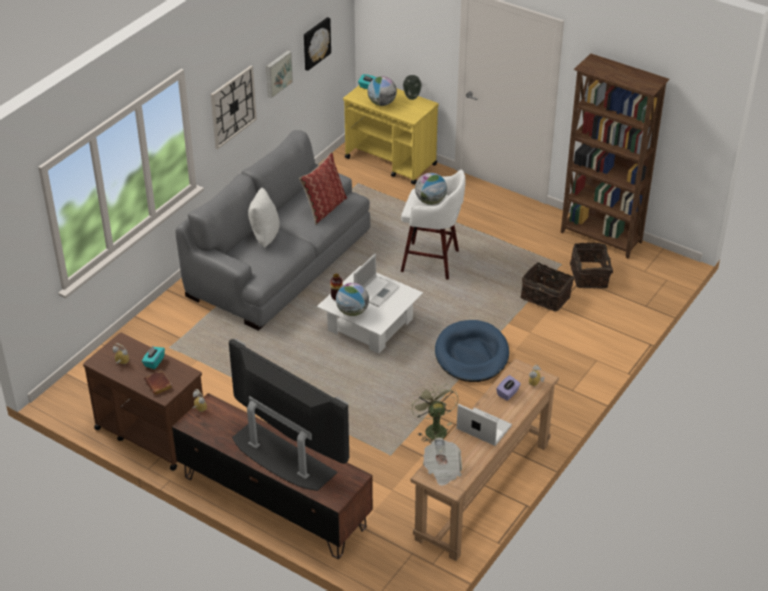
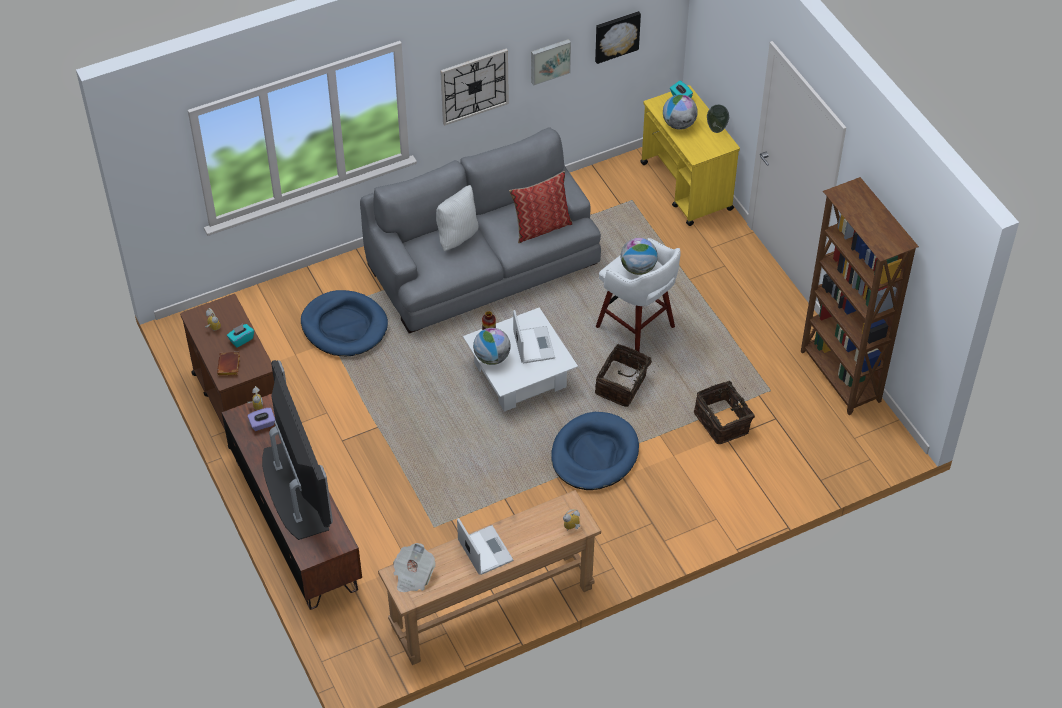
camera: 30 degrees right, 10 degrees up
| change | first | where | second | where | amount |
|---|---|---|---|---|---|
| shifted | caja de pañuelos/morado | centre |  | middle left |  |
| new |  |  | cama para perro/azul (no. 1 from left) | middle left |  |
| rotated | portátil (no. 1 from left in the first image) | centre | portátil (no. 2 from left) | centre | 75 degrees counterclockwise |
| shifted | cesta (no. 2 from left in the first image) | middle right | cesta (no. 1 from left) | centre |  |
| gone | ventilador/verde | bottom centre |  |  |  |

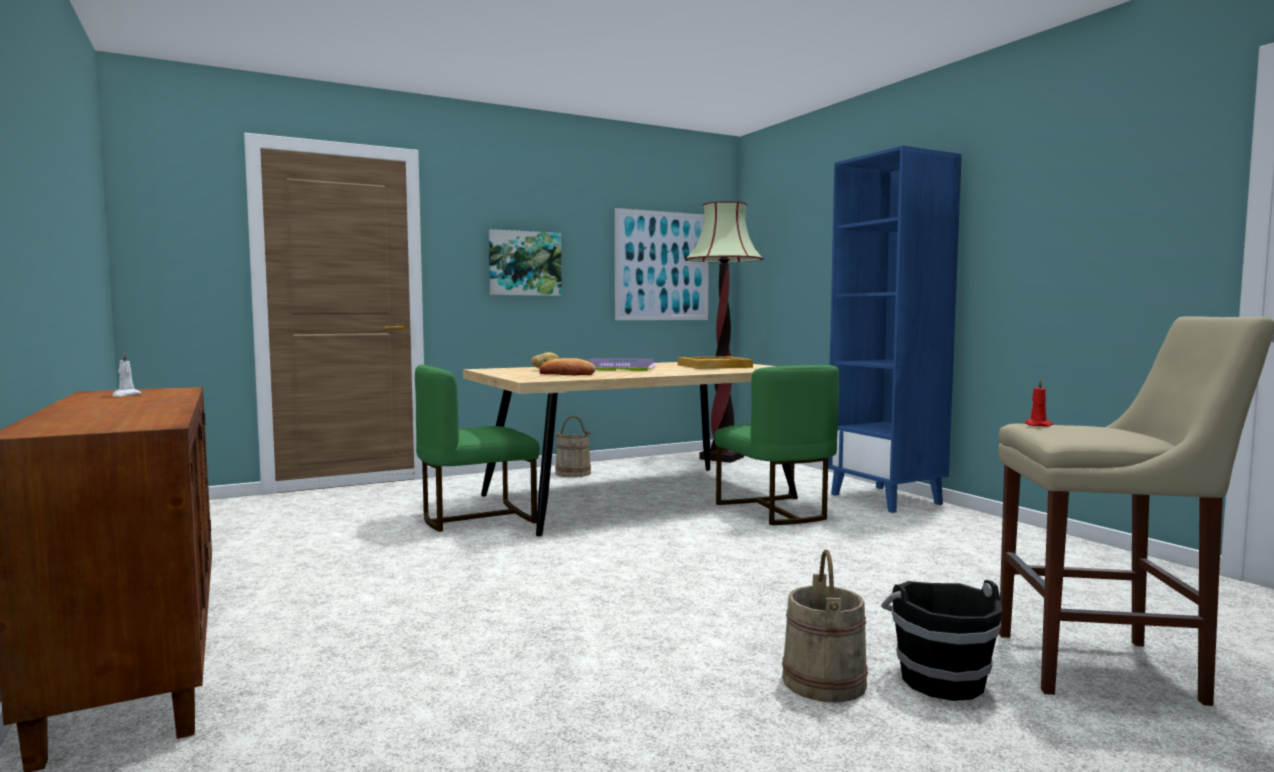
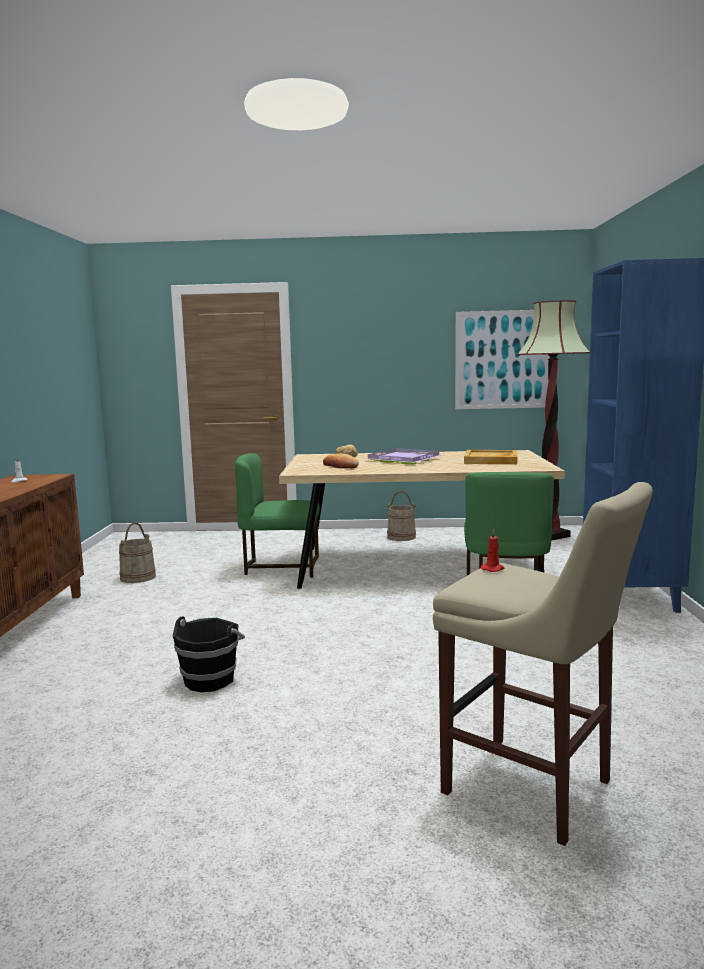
camera: 30 degrees right, 5 degrees up
| change | first | where | second | where | amount |
|---|---|---|---|---|---|
| shifted | cubo/beis (no. 2 from left in the first image) | bottom centre | cubo/beis (no. 1 from left) | middle left |  |
| shifted | cubo/negro | bottom right |  | bottom left |  |
| gone | cuadro (no. 1 from left) | centre |  |  |  |

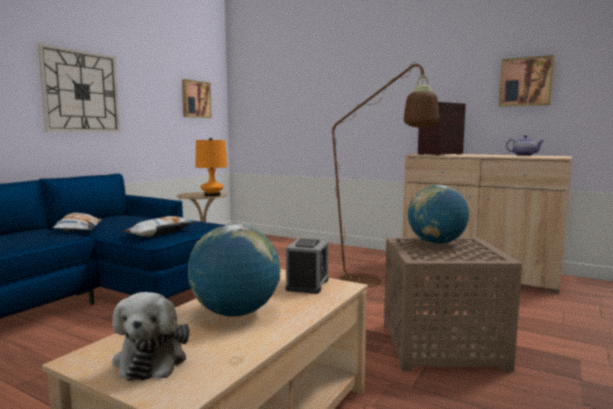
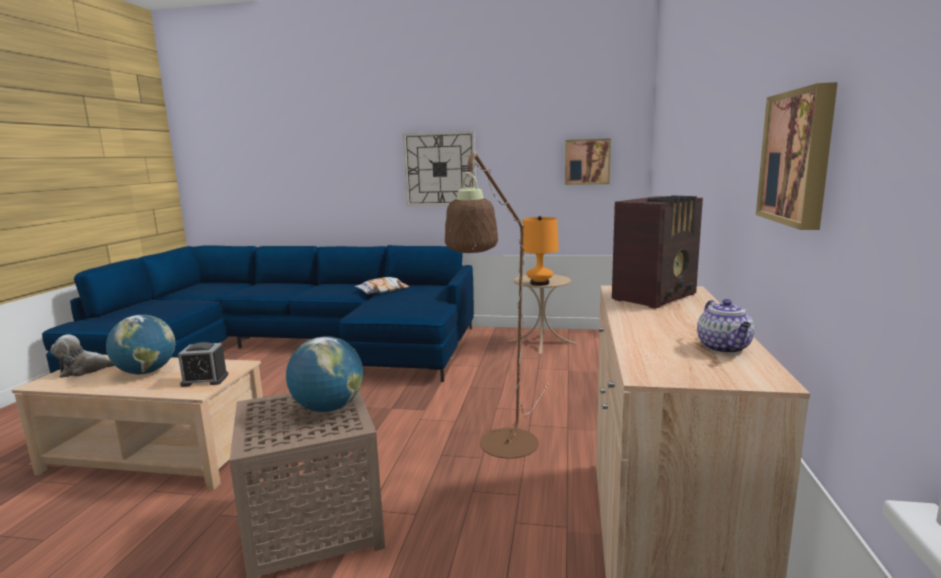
camera: 70 degrees right, 5 degrees up
| change | first | where | second | where | amount |
|---|---|---|---|---|---|
| rotated | radio | top right |  | middle right | 105 degrees clockwise |
| gone | cojín (no. 2 from left) | middle left |  |  |  |

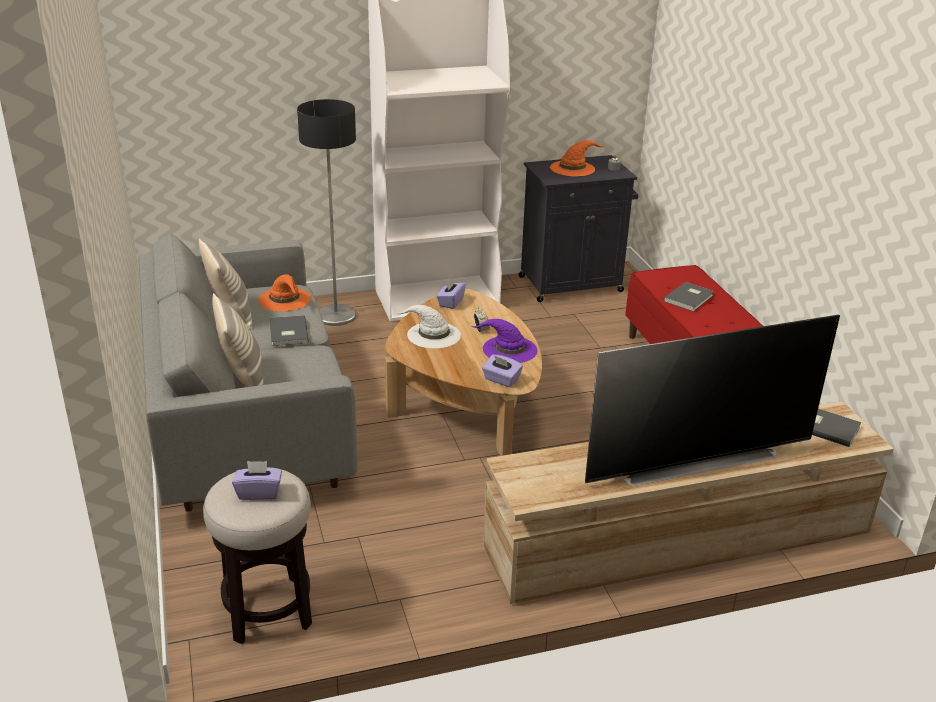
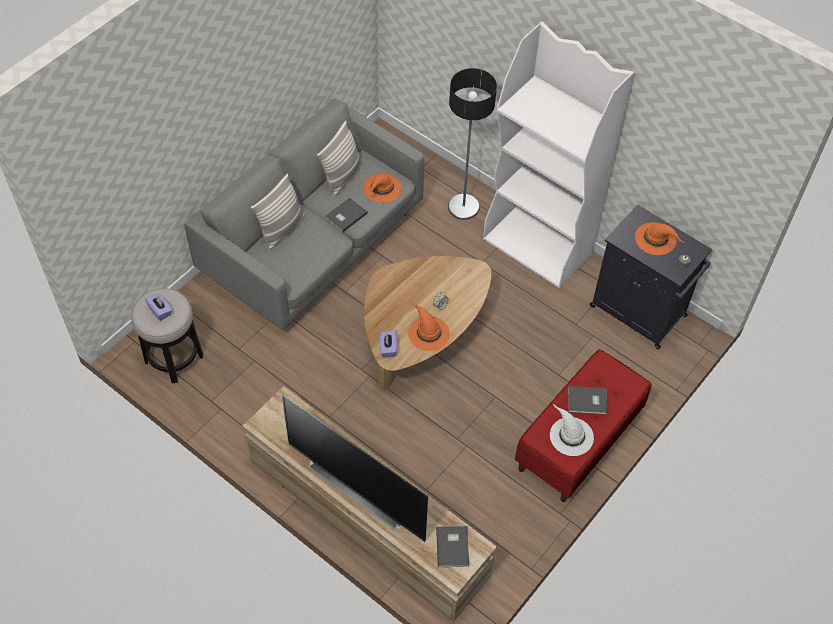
camera: 55 degrees right, 25 degrees up
| change | first | where | second | where | amount |
|---|---|---|---|---|---|
| repainted | sombrero/morado | centre | sombrero/naranja (no. 2 from left) | centre |  |
| shifted | sombrero/blanco | centre |  | bottom right |  |
| gone | caja de pañuelos/morado (no. 2 from left) | centre |  |  |  |

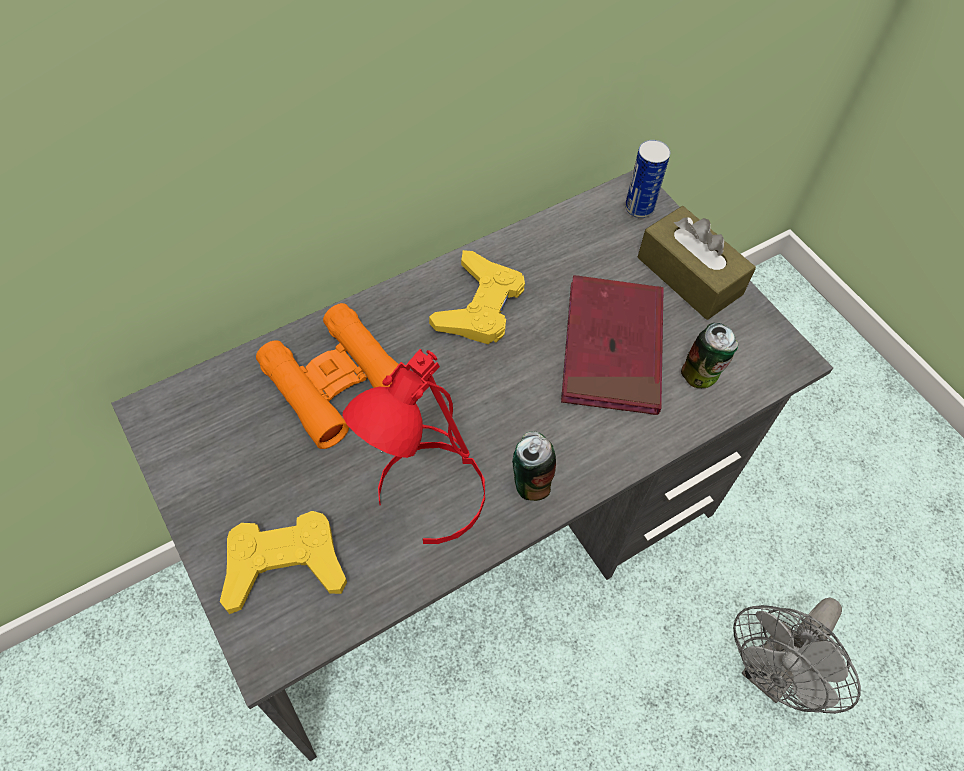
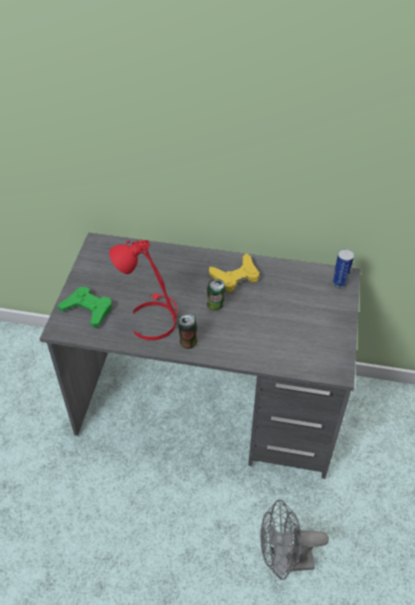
camera: 45 degrees right, 10 degrees down
| change | first | where | second | where | amount |
|---|---|---|---|---|---|
| repainted | mando de consola/amarillo (no. 1 from left) | bottom left | mando de consola/verde | middle left |  |
| shifted | lata (no. 3 from left in the first image) | middle right | lata (no. 2 from left) | centre |  |
| gone | prismáticos/naranja | centre |  |  |  |
| gone | libro/rojo | centre |  |  |  |
| gone | caja de pañuelos/marrón | middle right |  |  |  |

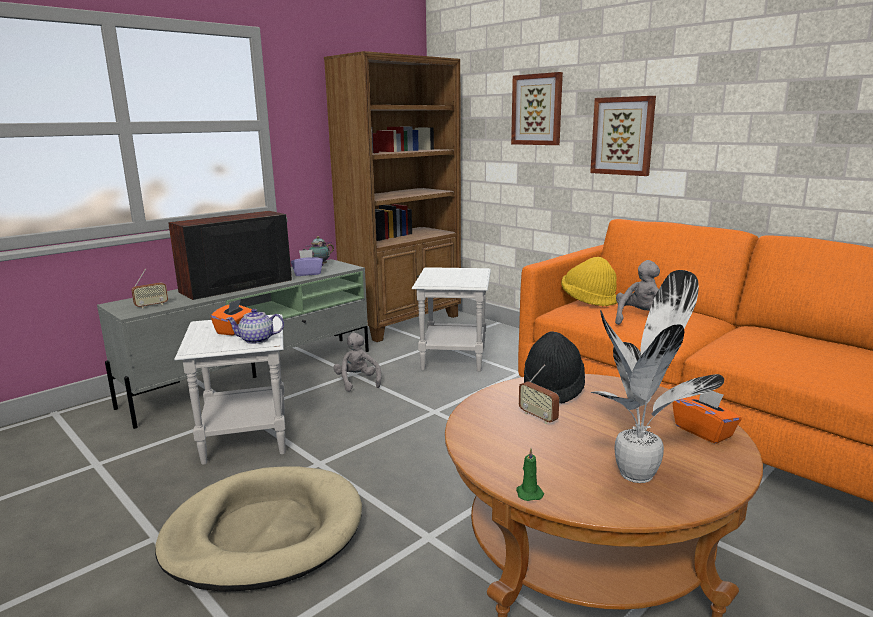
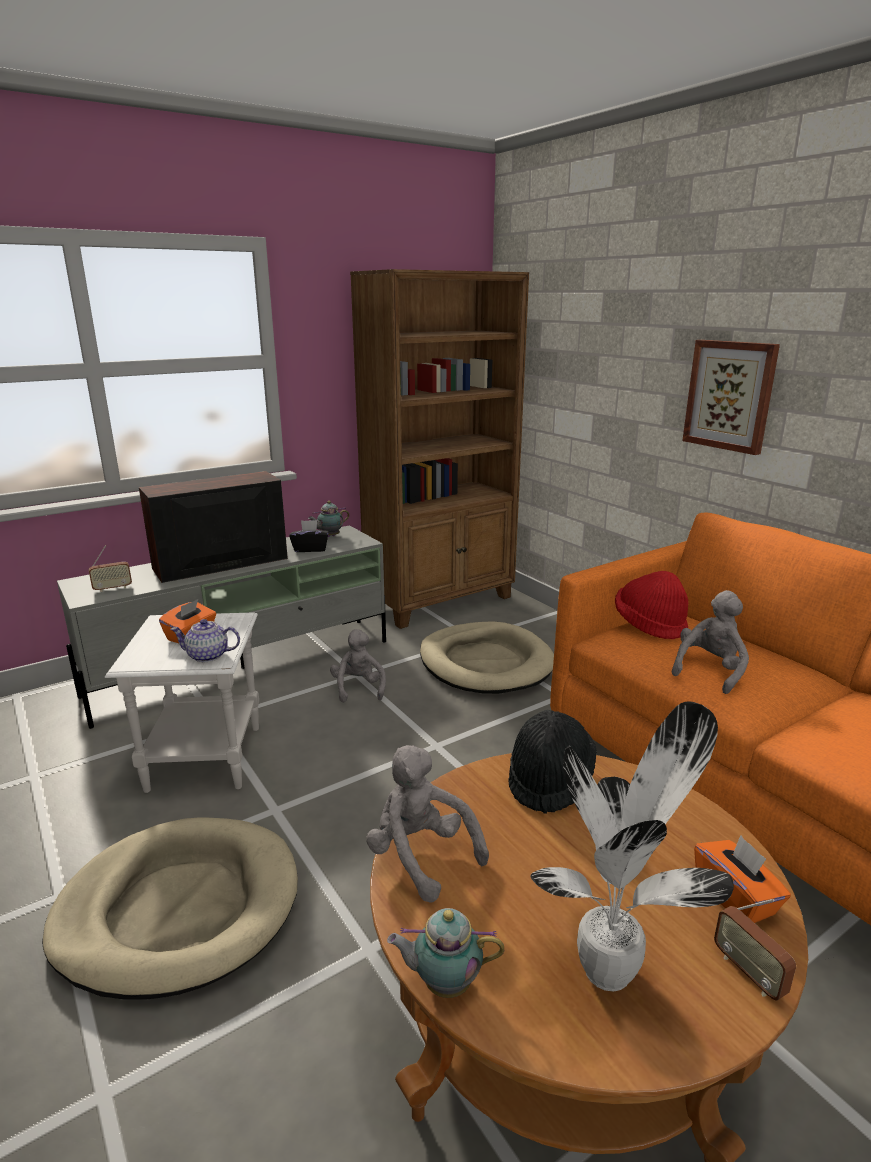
camera: 10 degrees right, 5 degrees up
| change | first | where | second | where | amount |
|---|---|---|---|---|---|
| repainted | caja de pañuelos/morado | centre | caja de pañuelos/negro | centre |  |
| new |  |  | peluche/gris (no. 2 from left) | bottom centre |  |
| swapped | vela/verde | bottom centre | tetera (no. 3 from left) | bottom centre |  |
| swapped | mesa auxiliar/blanco (no. 2 from left) | centre | cama para perro/beis (no. 2 from left) | centre |  |
| repainted | sombrero/amarillo | middle right | sombrero/rojo | middle right |  |
| shifted | radio (no. 2 from left) | centre |  | bottom right |  |
| gone | cuadro (no. 1 from left) | top centre |  |  |  |

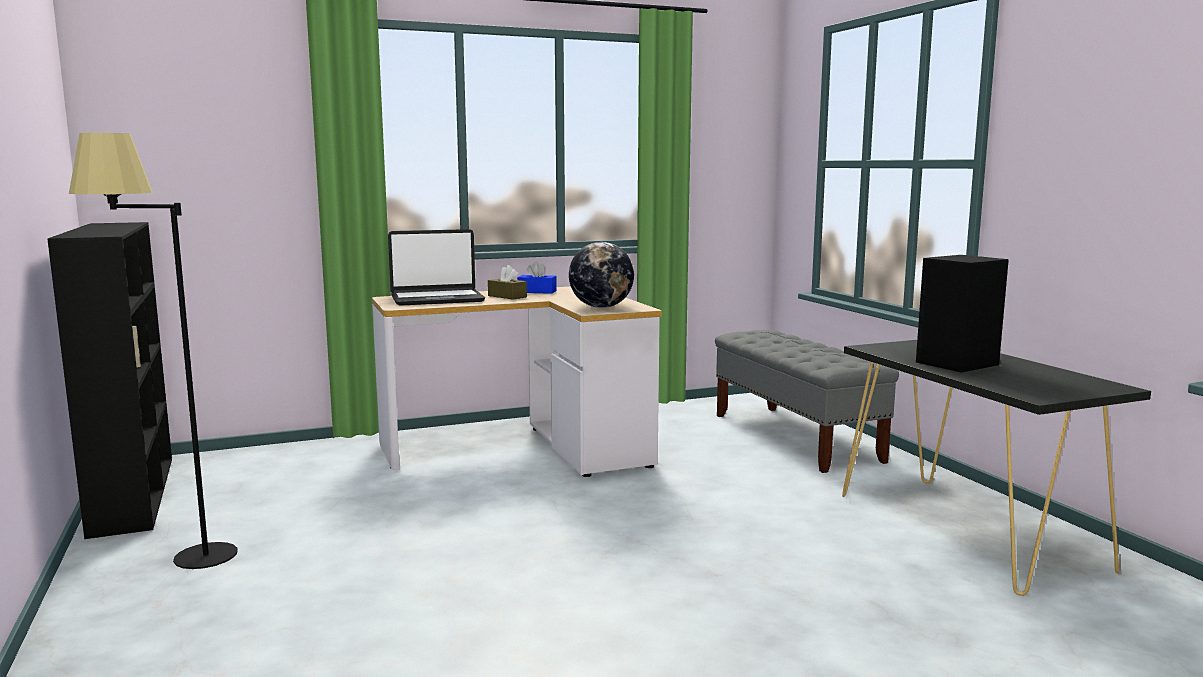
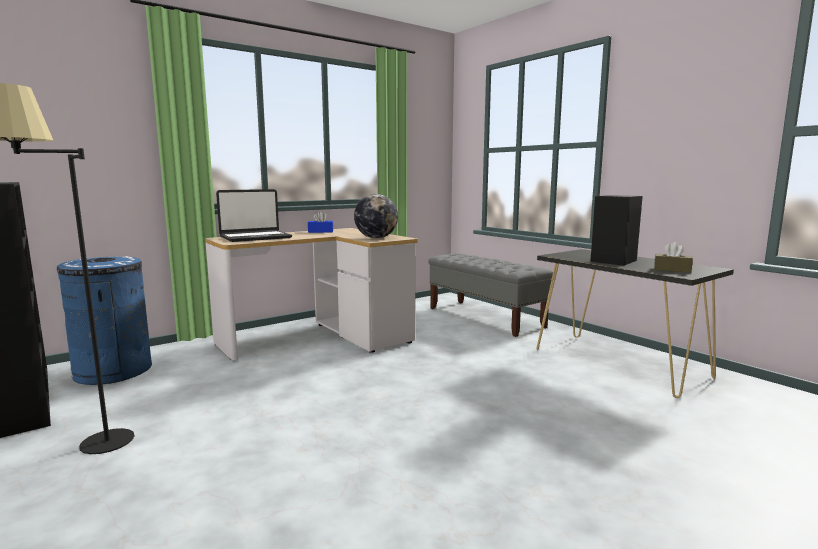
camera: 15 degrees left, 0 degrees up
| change | first | where | second | where | amount |
|---|---|---|---|---|---|
| new |  |  | papelera/azul | middle left |  |
| shifted | caja de pañuelos/marrón | centre |  | middle right |  |

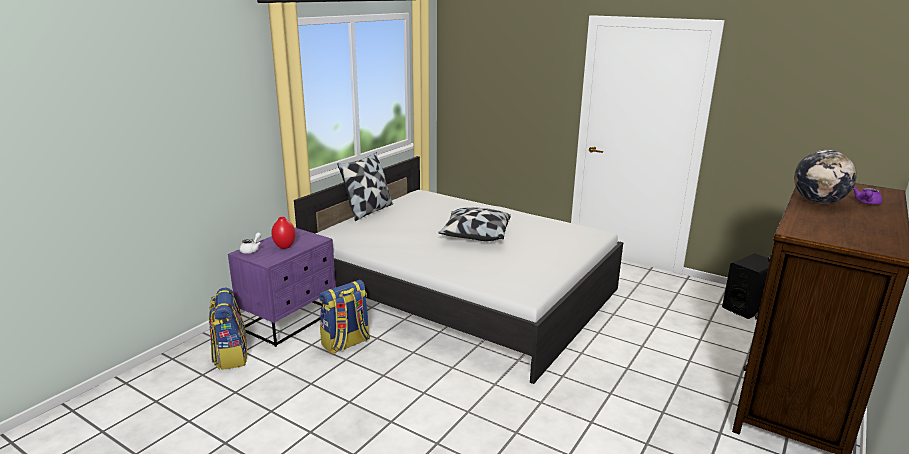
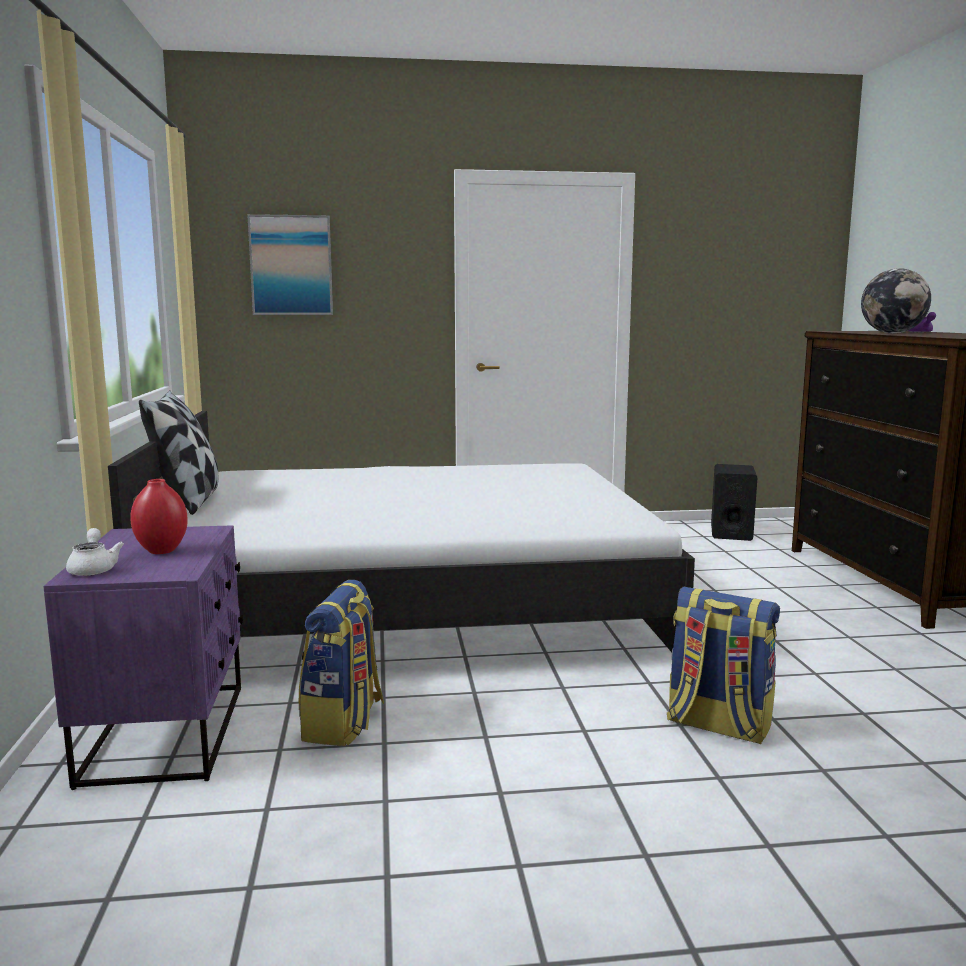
camera: 40 degrees left, 10 degrees down
| change | first | where | second | where | amount |
|---|---|---|---|---|---|
| new |  |  | cuadro | top left |  |
| shifted | mochila (no. 1 from left in the first image) | bottom left | mochila (no. 2 from left) | bottom right |  |
| gone | cojín (no. 2 from left) | centre |  |  |  |

